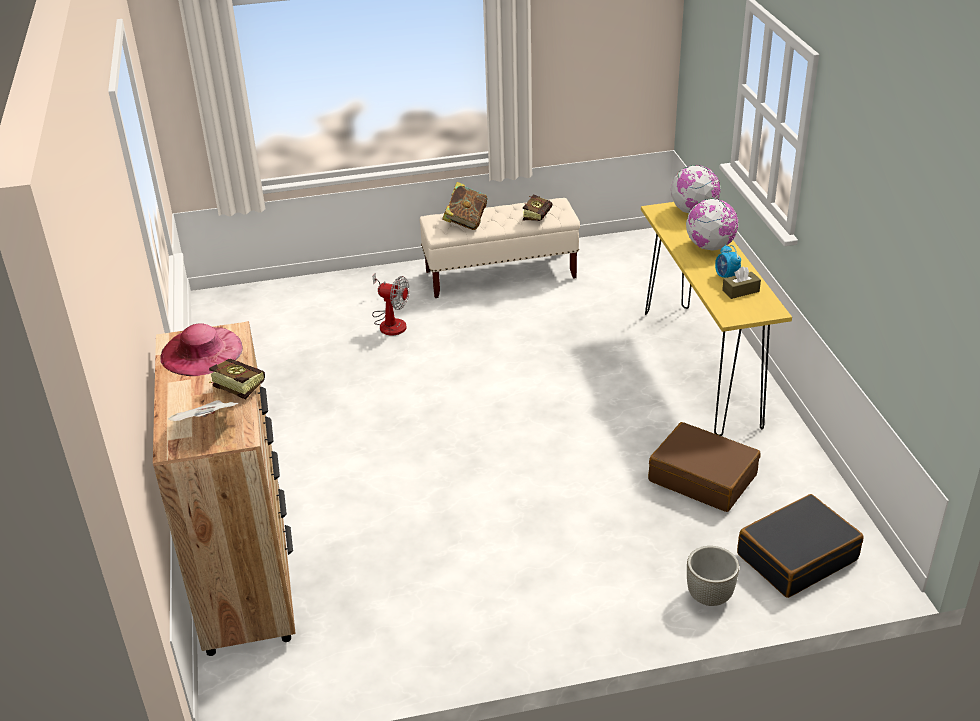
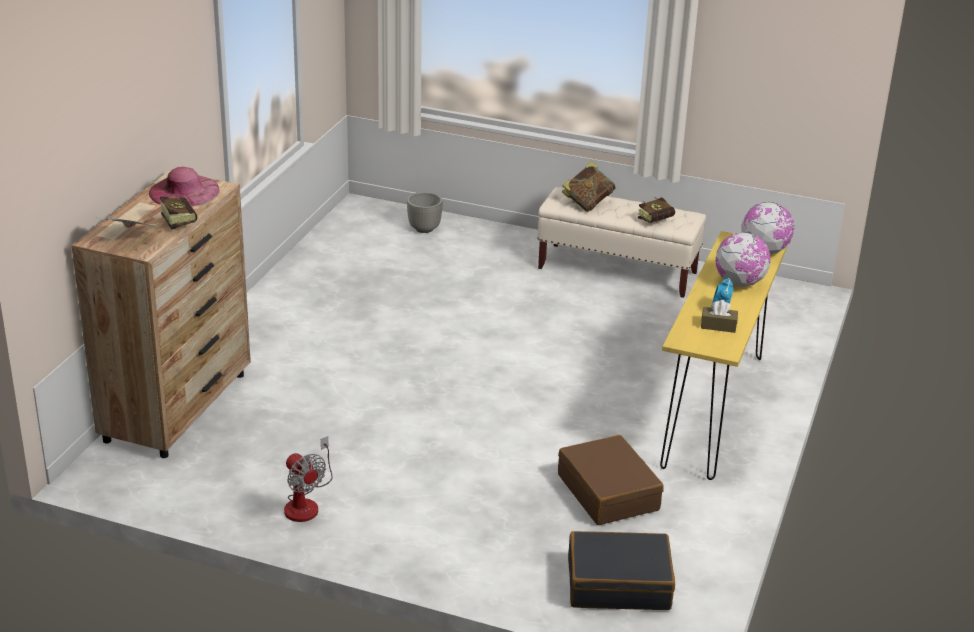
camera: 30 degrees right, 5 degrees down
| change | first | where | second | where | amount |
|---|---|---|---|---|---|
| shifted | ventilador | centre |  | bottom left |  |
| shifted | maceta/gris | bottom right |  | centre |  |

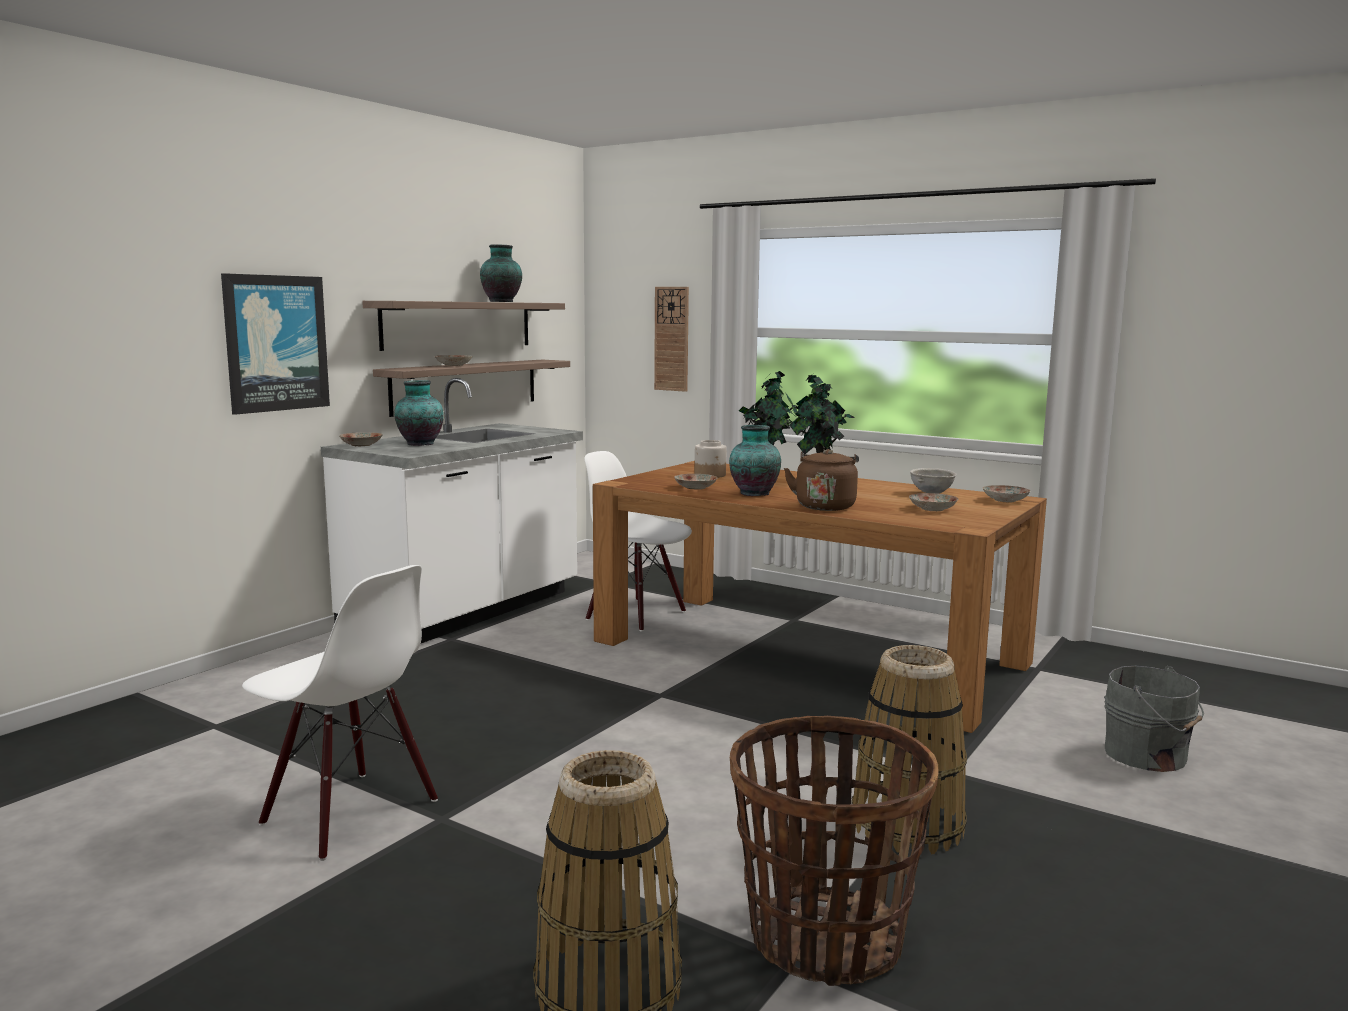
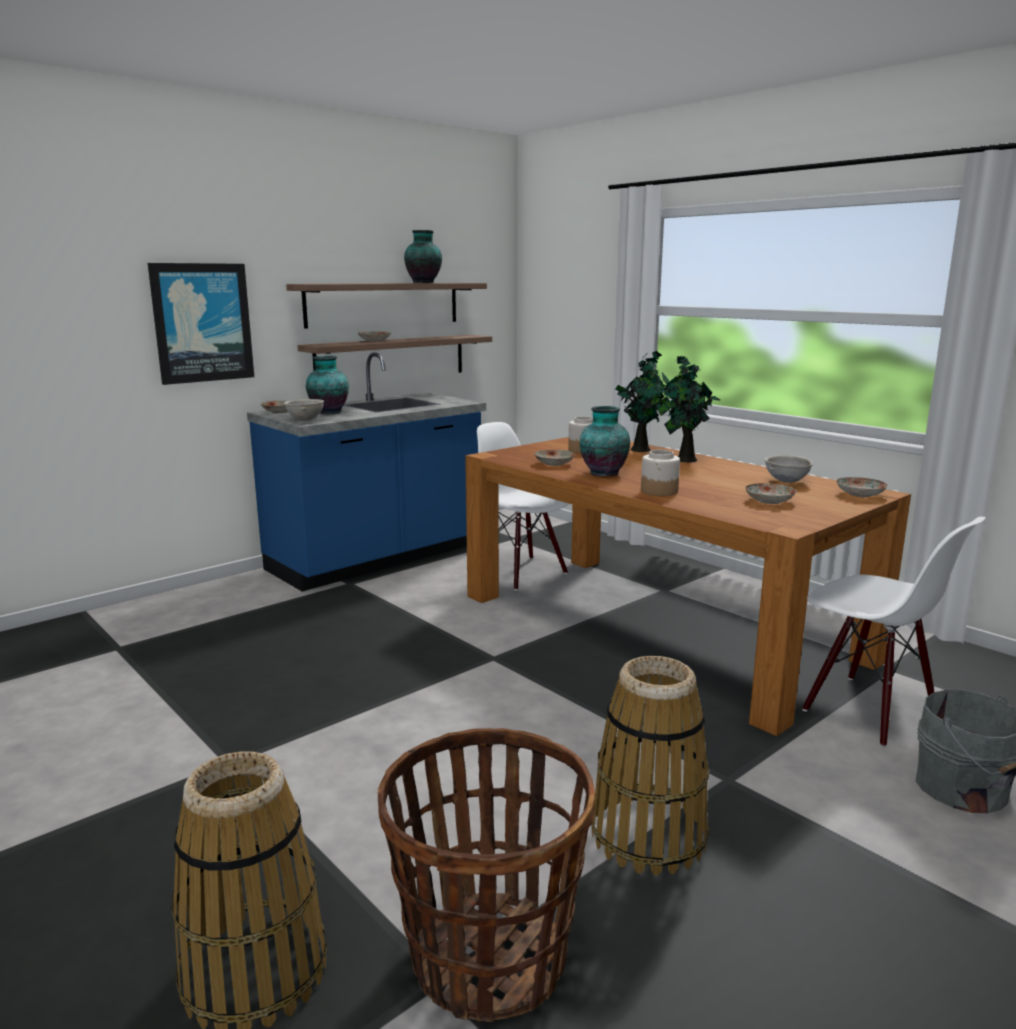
camera: 15 degrees right, 5 degrees up
| change | first | where | second | where | amount |
|---|---|---|---|---|---|
| repainted | mueble bajo de cocina/blanco | centre | mueble bajo de cocina/azul | centre |  |
| new |  |  | cuenco/gris (no. 1 from left) | middle left |  |
| swapped | hervidor/marrón | centre | tarro (no. 2 from left) | centre |  |
| shifted | silla/blanco (no. 1 from left in the first image) | bottom left | silla/blanco (no. 2 from left) | middle right |  |
| gone | reloj de pared | centre |  |  |  |

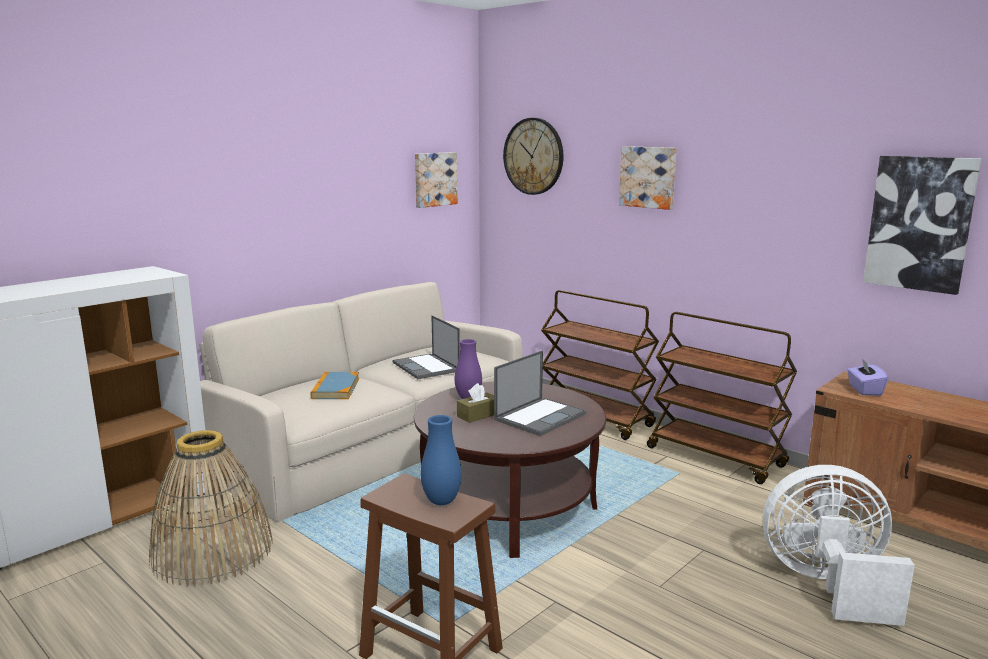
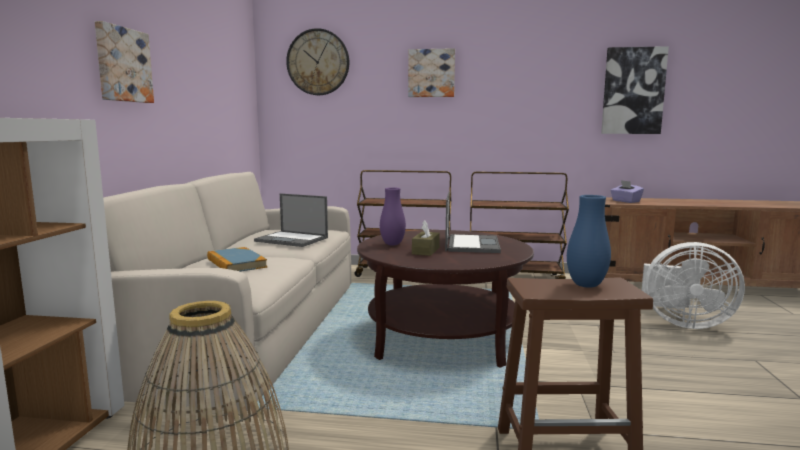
camera: 35 degrees left, 5 degrees down
| change | first | where | second | where | amount |
|---|---|---|---|---|---|
| shifted | cuadro (no. 1 from left) | top centre |  | top left |  |
| rotated | ventilador/blanco | bottom right |  | middle right | 135 degrees counterclockwise |

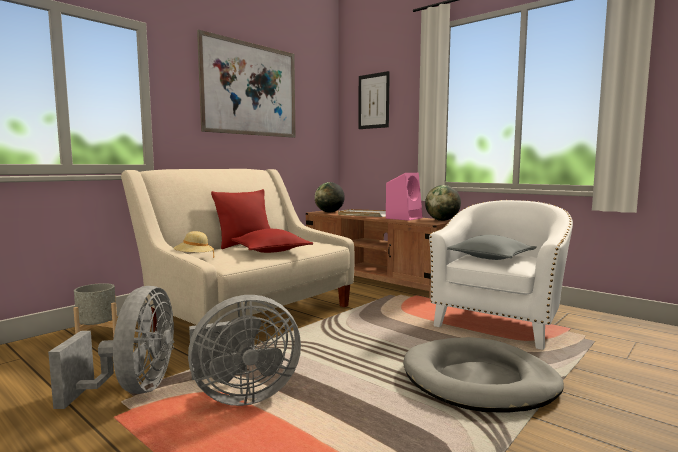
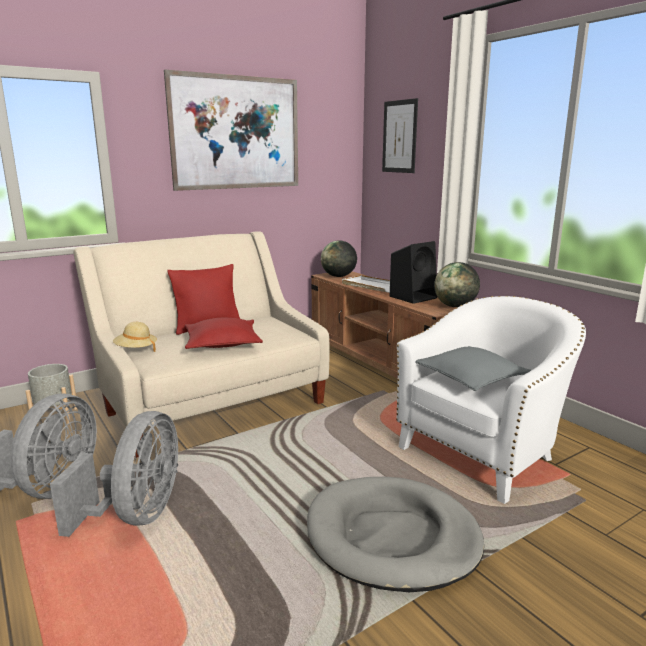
camera: 15 degrees right, 10 degrees up
| change | first | where | second | where | amount |
|---|---|---|---|---|---|
| rotated | ventilador/gris (no. 2 from left) | bottom centre |  | bottom left | 75 degrees counterclockwise |
| repainted | altavoz/rosa | centre | altavoz/negro | centre |  |

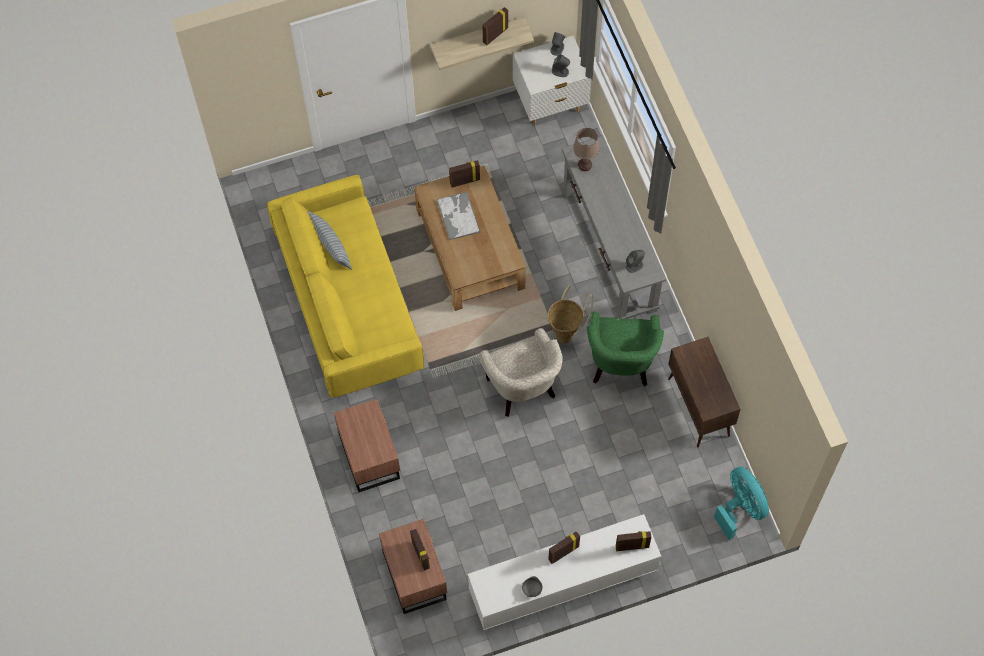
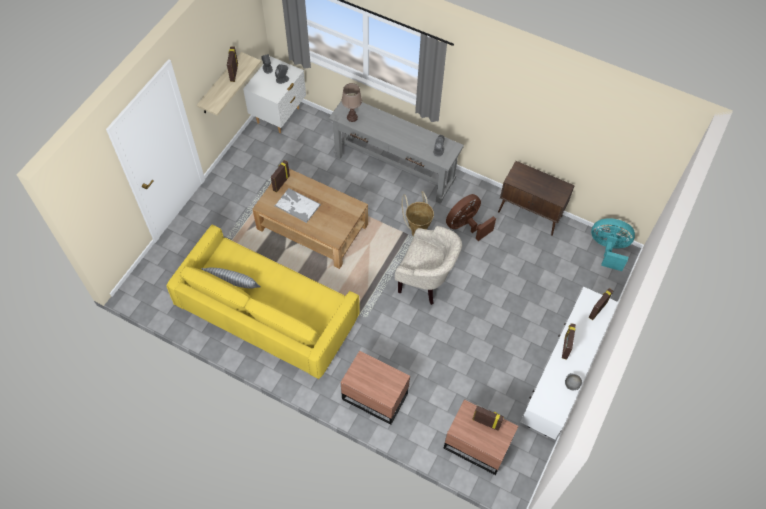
camera: 45 degrees left, 5 degrees down
| change | first | where | second | where | amount |
|---|---|---|---|---|---|
| swapped | sillón/verde | centre | ventilador/marrón | centre |  |

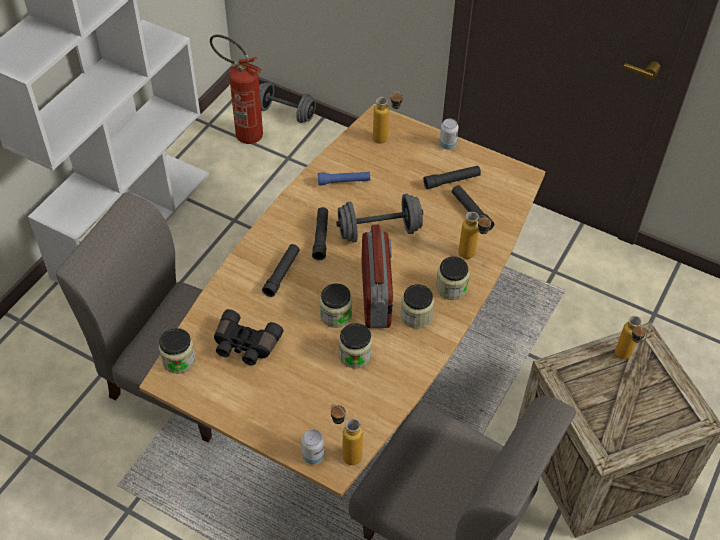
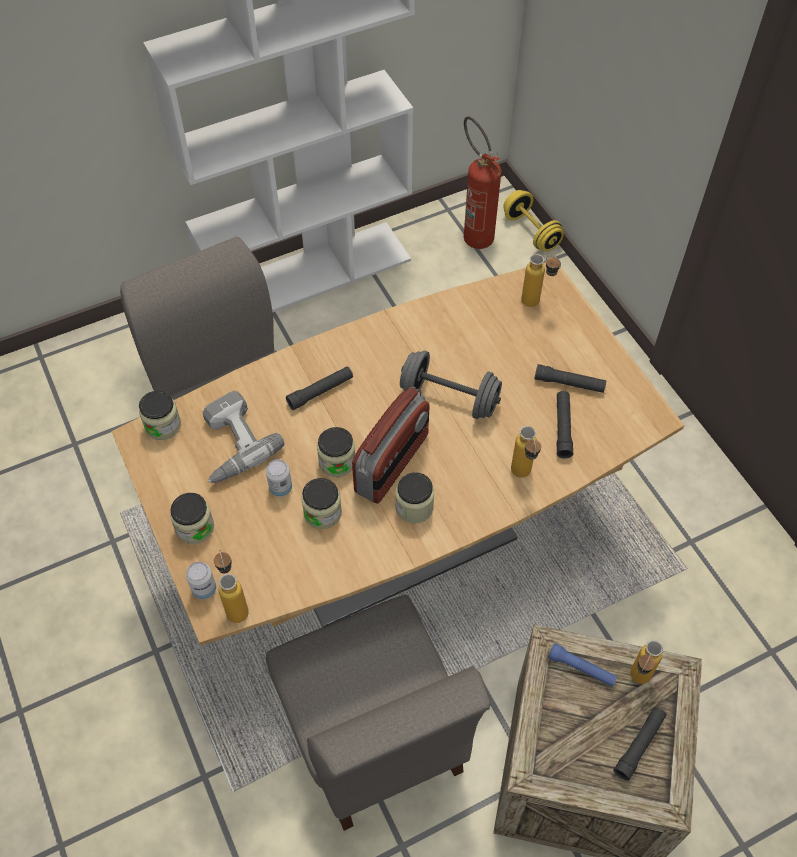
camera: 35 degrees right, 5 degrees up
| change | first | where | second | where | amount |
|---|---|---|---|---|---|
| shifted | tarro (no. 5 from left in the first image) | centre | tarro (no. 2 from left) | middle left |  |
| swapped | prismáticos/negro | centre | taladro | middle left |  |
| shifted | lata (no. 2 from left) | top centre |  | centre |  |
| repainted | mancuerna/gris (no. 1 from left) | top centre | mancuerna/amarillo | top right |  |
| shifted | linterna/azul | top centre |  | bottom right |  |
| shifted | linterna/negro (no. 2 from left in the first image) | centre | linterna/negro (no. 4 from left) | bottom right |  |

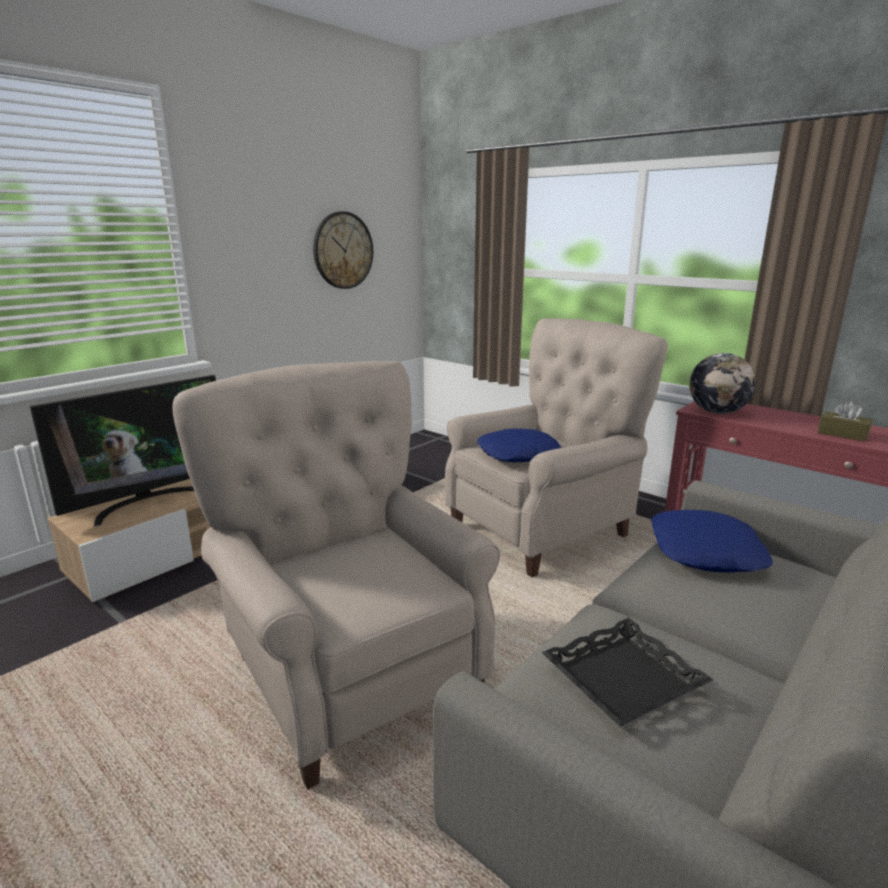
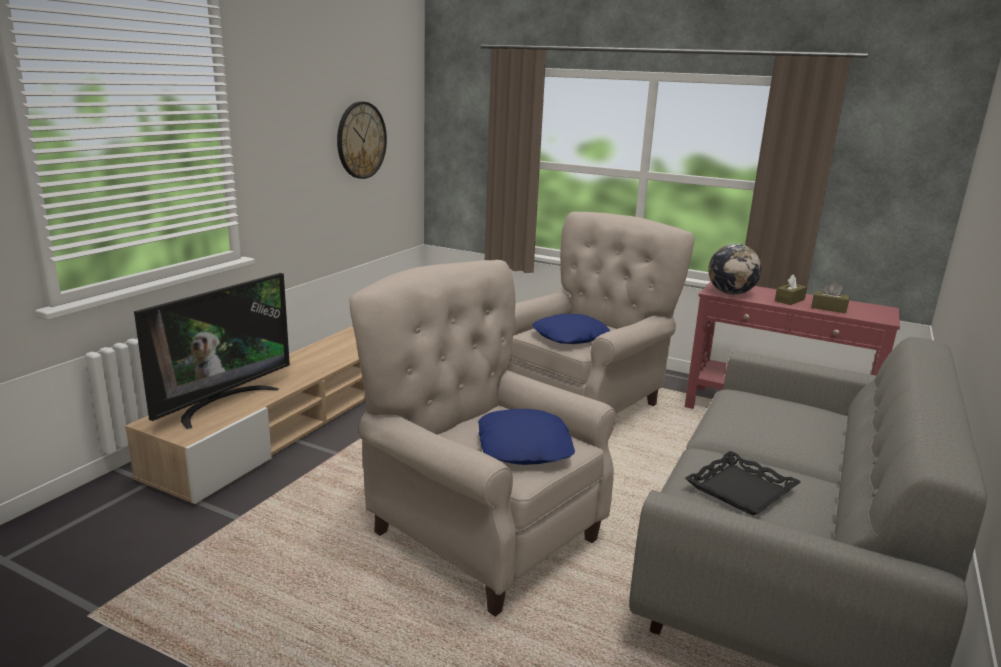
camera: 15 degrees left, 0 degrees up
| change | first | where | second | where | amount |
|---|---|---|---|---|---|
| shifted | cojín/azul (no. 2 from left in the first image) | middle right | cojín/azul (no. 1 from left) | centre |  |
| new |  |  | caja de pañuelos/marrón (no. 1 from left) | middle right |  |

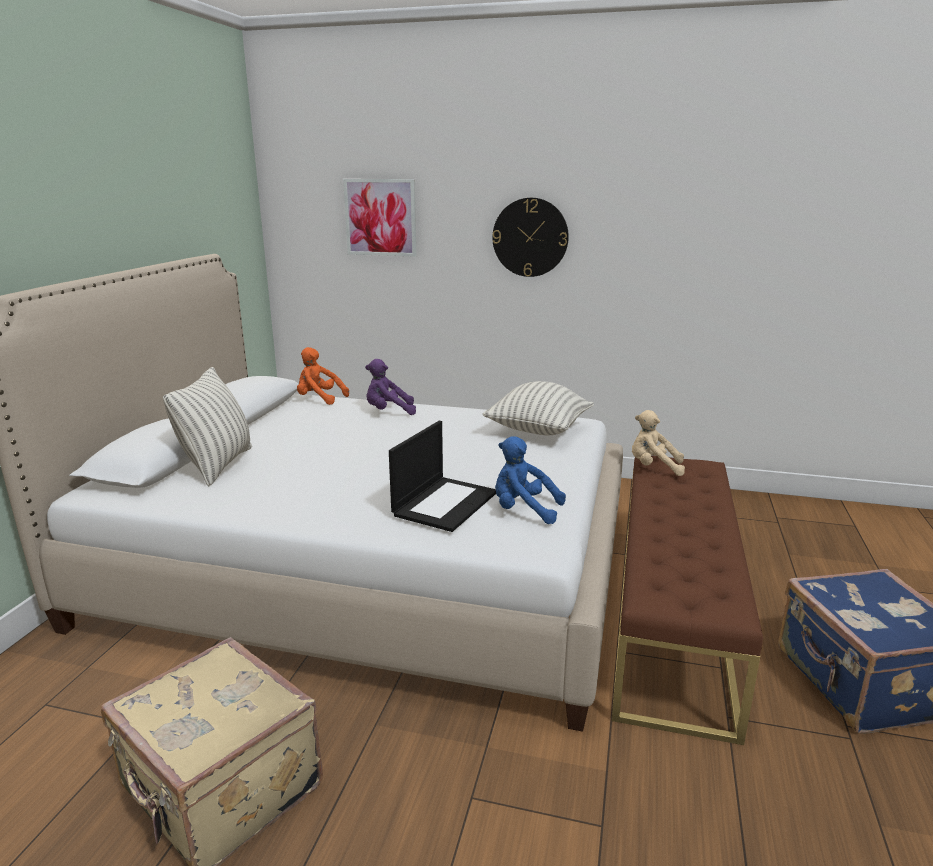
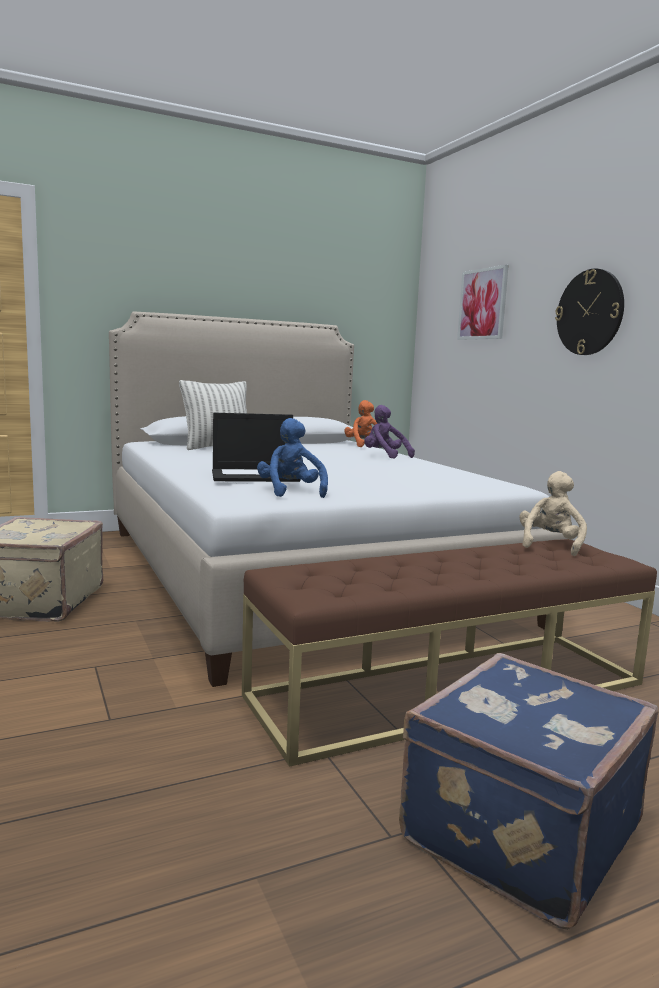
camera: 50 degrees right, 10 degrees down
| change | first | where | second | where | amount |
|---|---|---|---|---|---|
| rotated | peluche/beis | middle right |  | middle right | 45 degrees clockwise |
| gone | cojín (no. 2 from left) | centre |  |  |  |

